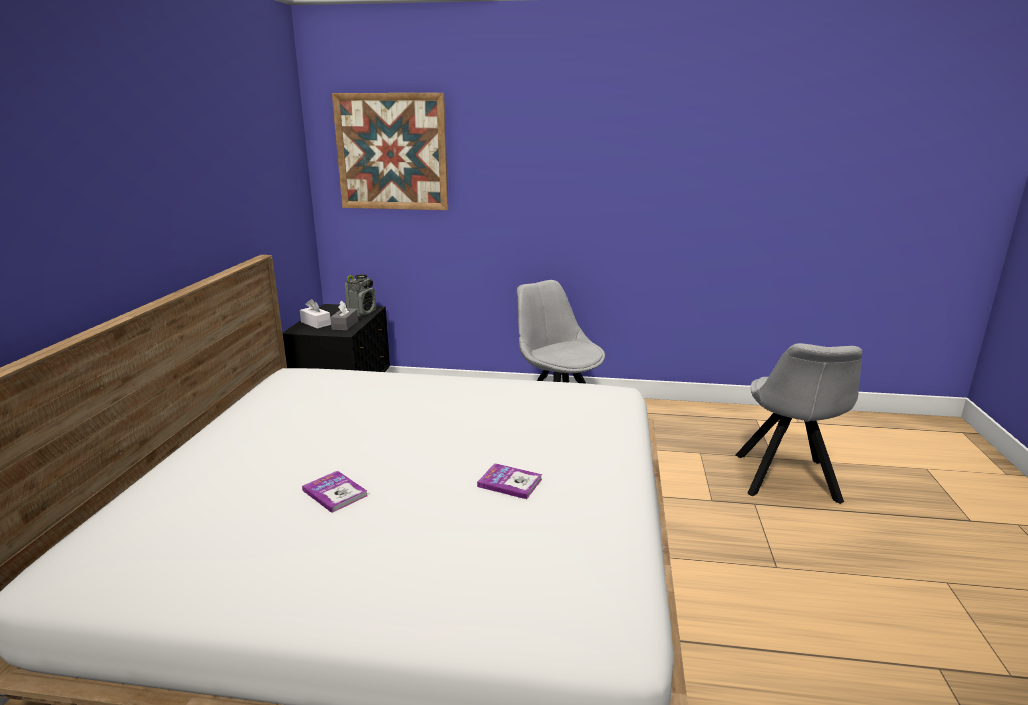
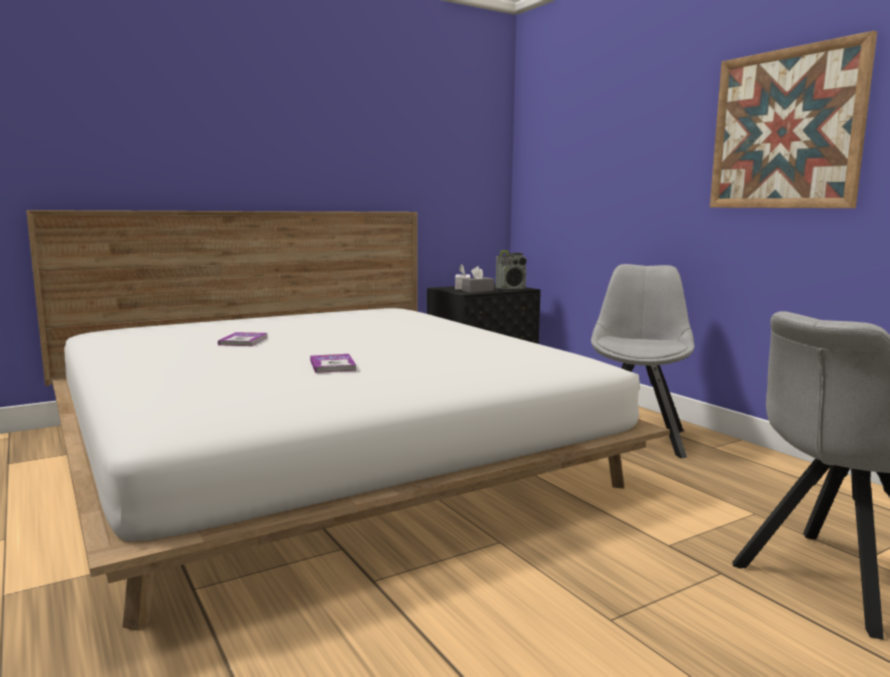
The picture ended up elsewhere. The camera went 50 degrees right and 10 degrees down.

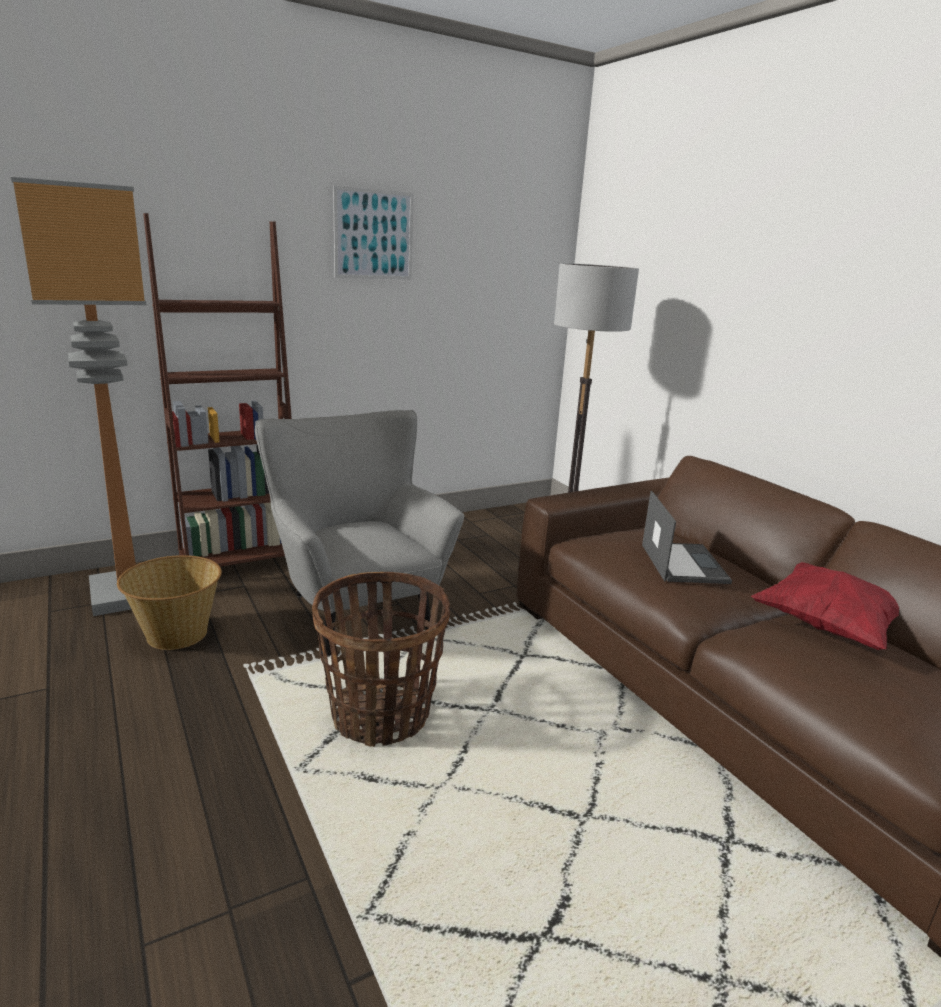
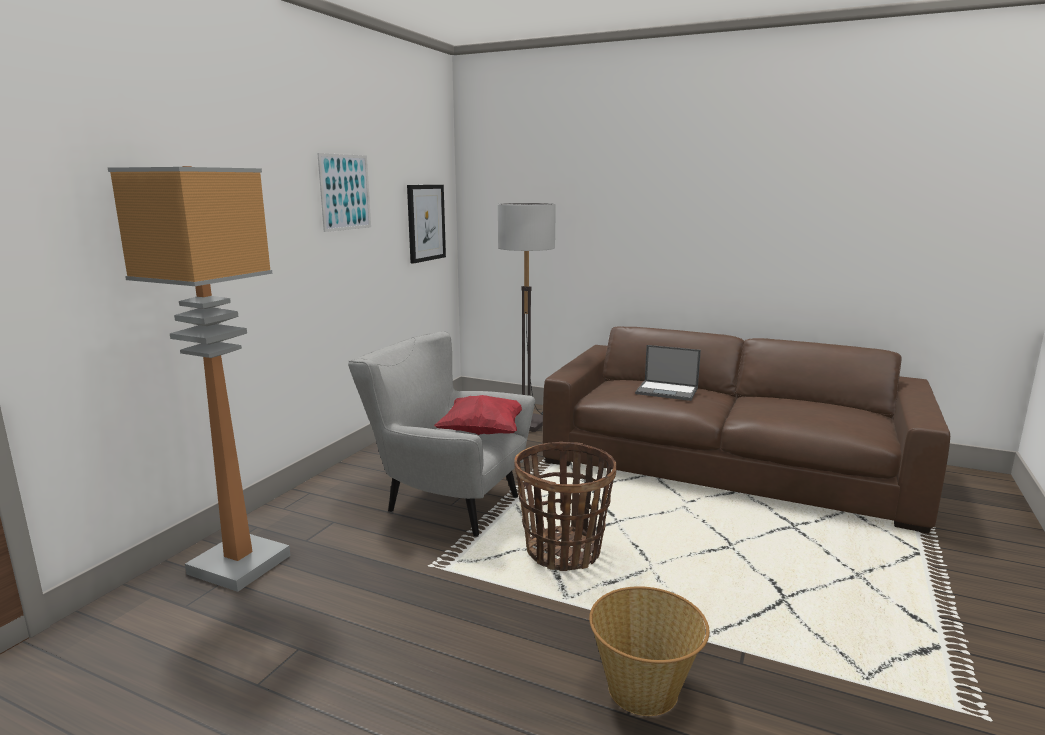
The second view lost the bookcase/brown-coloured. The second view gained the picture (2nd from left). The storage basket (1st from left in the first image) ended up elsewhere. The pillow/red ended up elsewhere. The notebook computer ended up facing another way, 150 degrees clockwise from before. The camera went 35 degrees left and 5 degrees down.

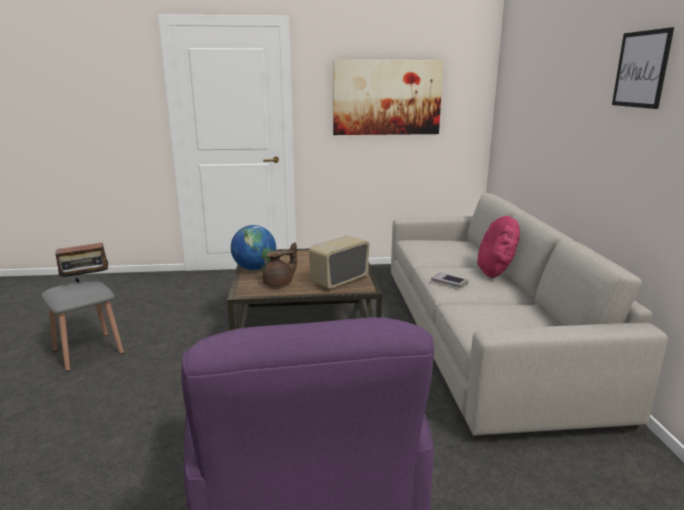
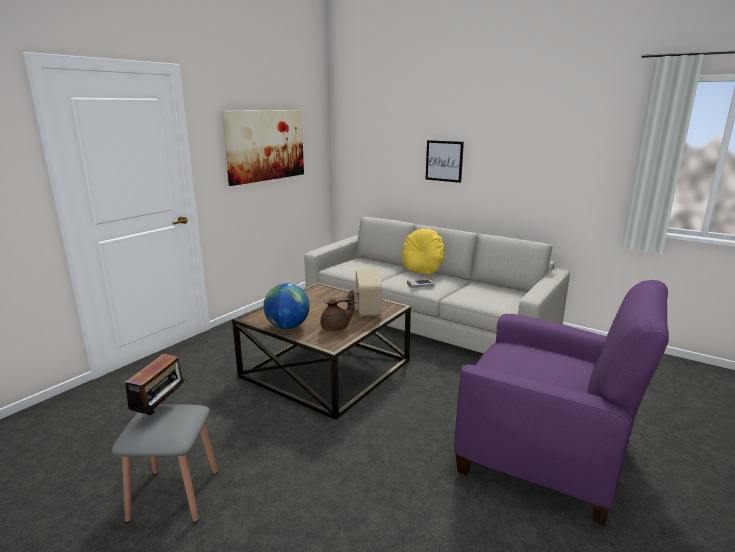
The picture (2nd from left) ended up elsewhere. What was the pillow/pink turned into the pillow/yellowish. The tea pot/brown-coloured ended up facing another way, 60 degrees clockwise from before. The camera went 50 degrees left and 0 degrees up.

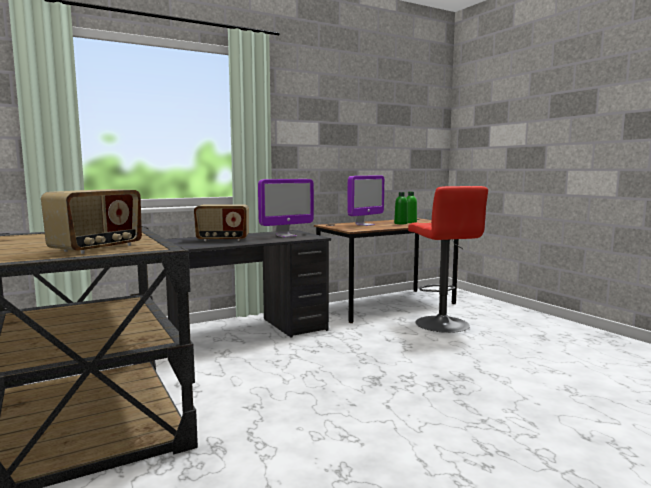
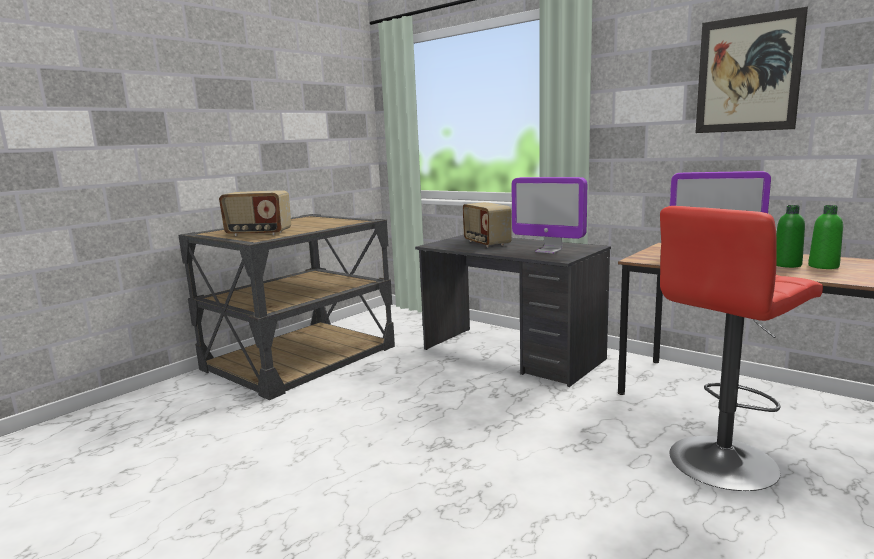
The second view gained the picture. The camera went 70 degrees right and 5 degrees up.

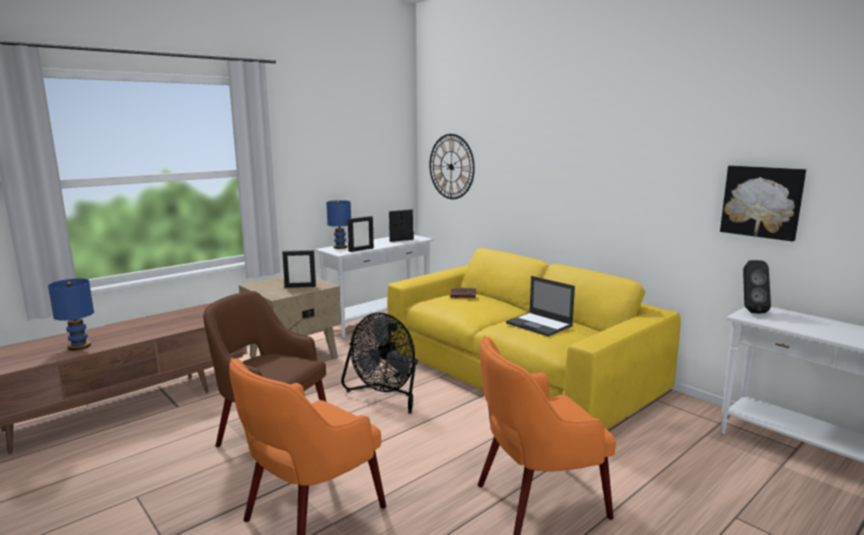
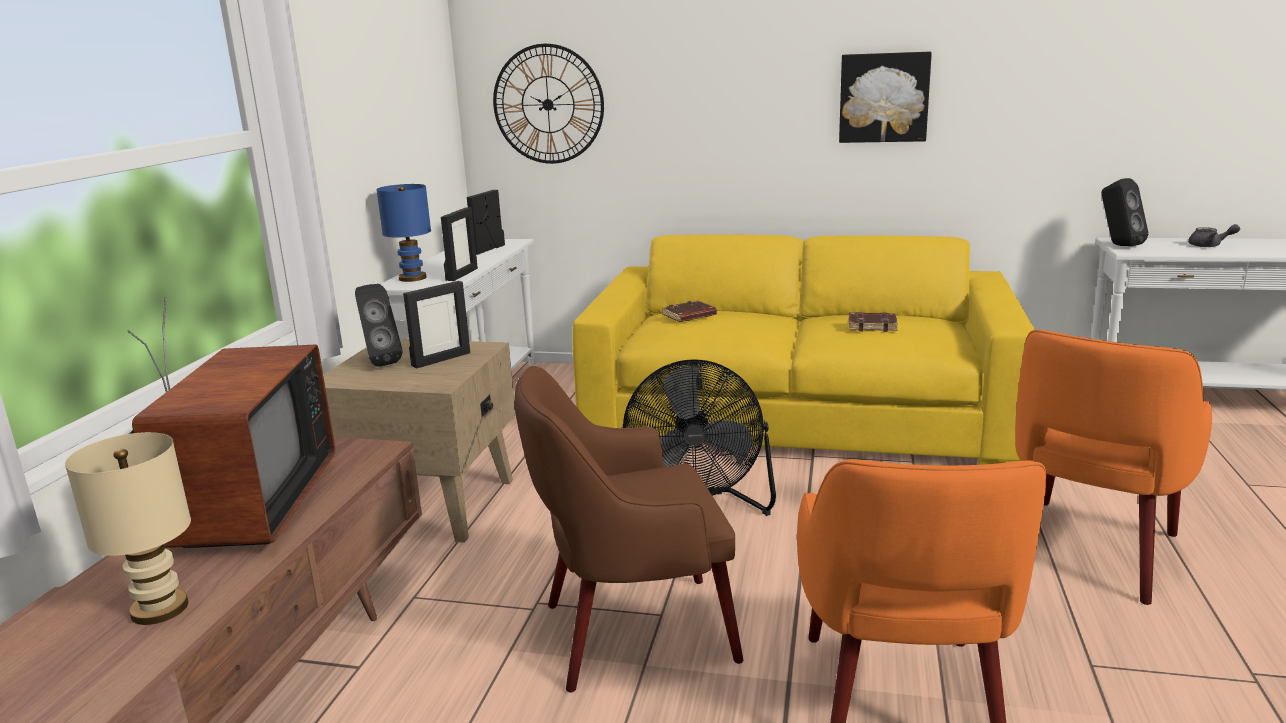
The second view gained the television. The second view gained the audio speaker/blackish (1st from left). The second view gained the tea pot/grey. The picture ended up elsewhere. Where the notebook computer stood, the bound book/brown-coloured (2nd from left) came to stand. What was the lamp for a table/blue-coloured (1st from left) turned into the lamp for a table/beige. The camera went 35 degrees left and 5 degrees up.

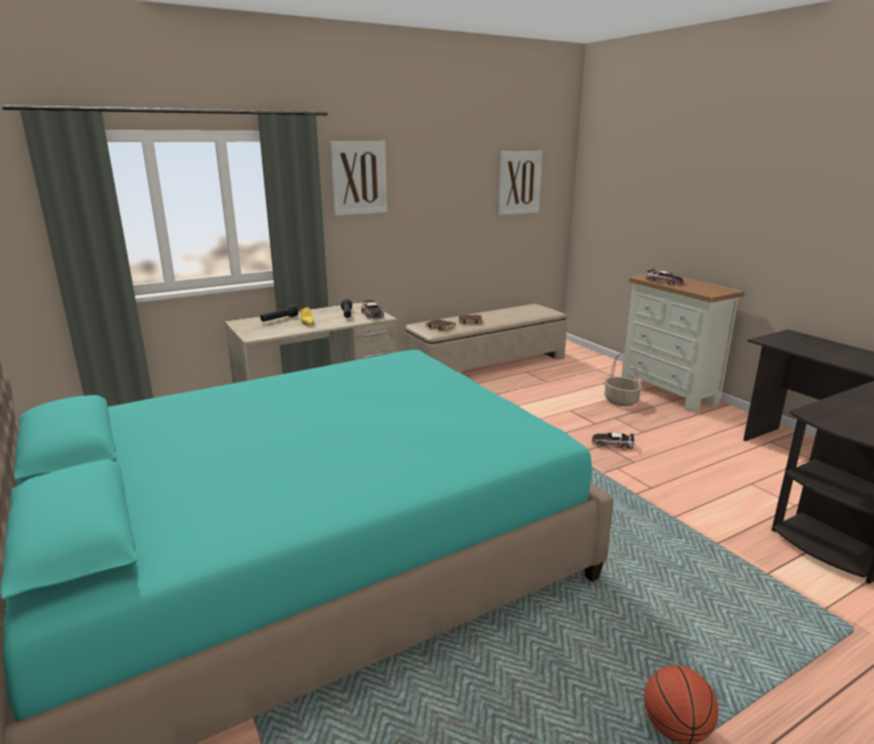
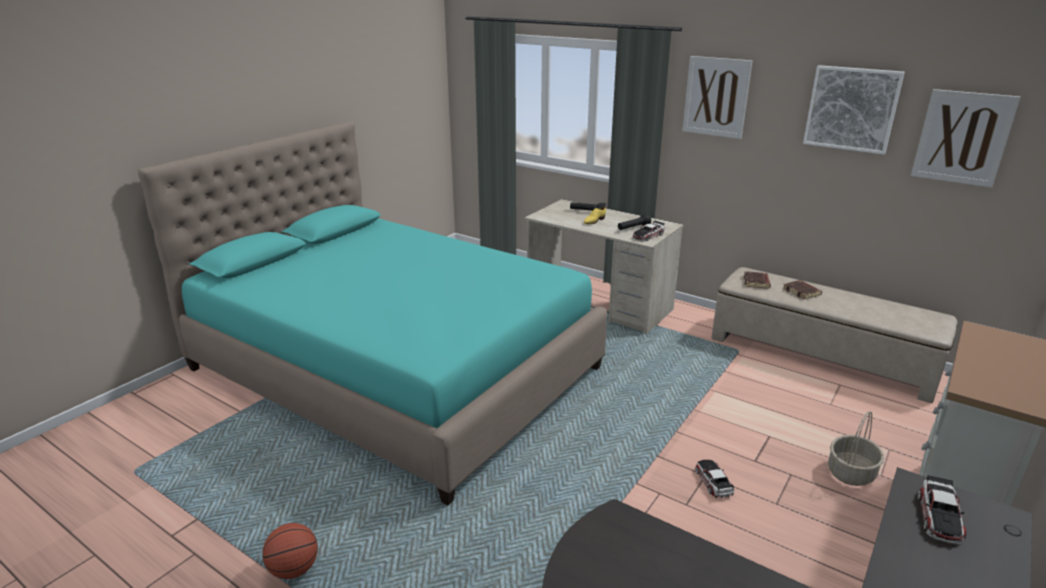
The second view gained the picture (2nd from left). The model car (3rd from left) ended up elsewhere. The camera went 65 degrees right and 5 degrees up.

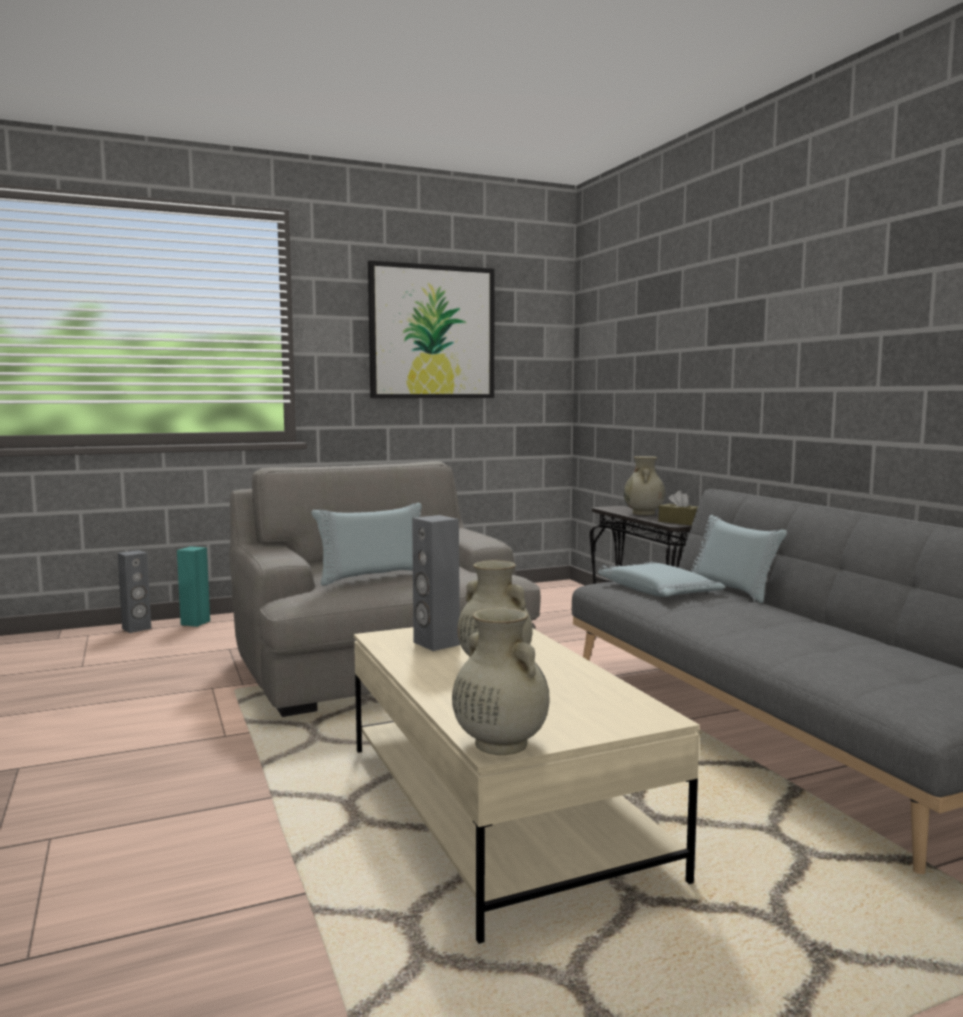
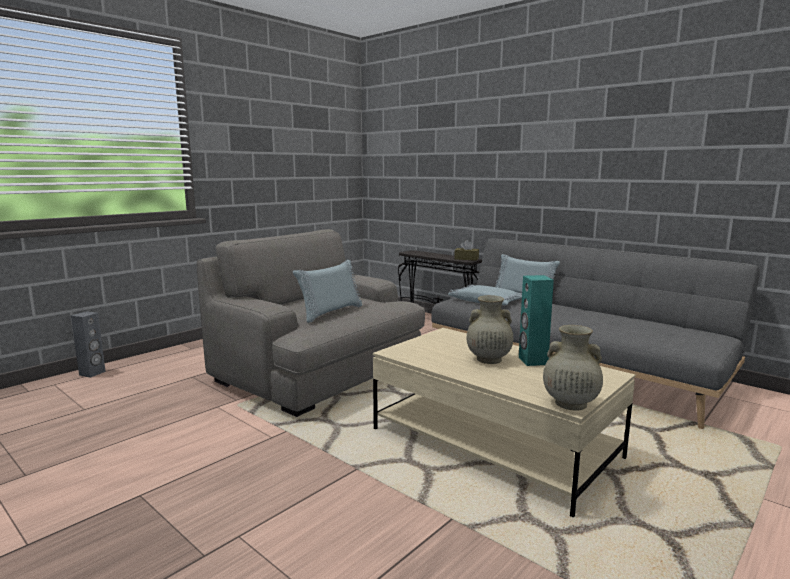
The second view lost the picture. The second view lost the audio speaker/grey (2nd from left). The second view lost the decorative vase/beige (3rd from left). The audio speaker/turquoise ended up elsewhere. The camera went 25 degrees left and 5 degrees up.

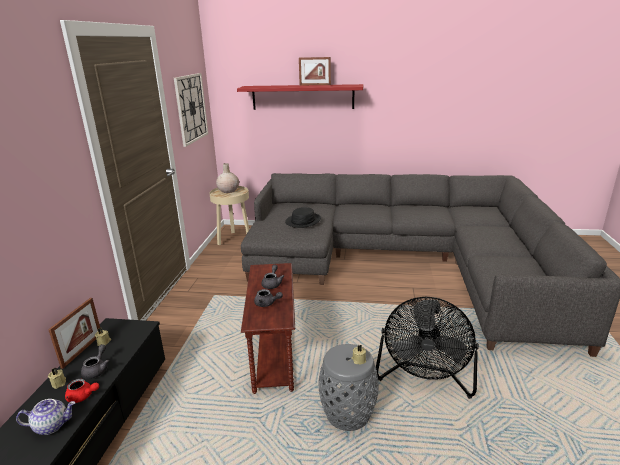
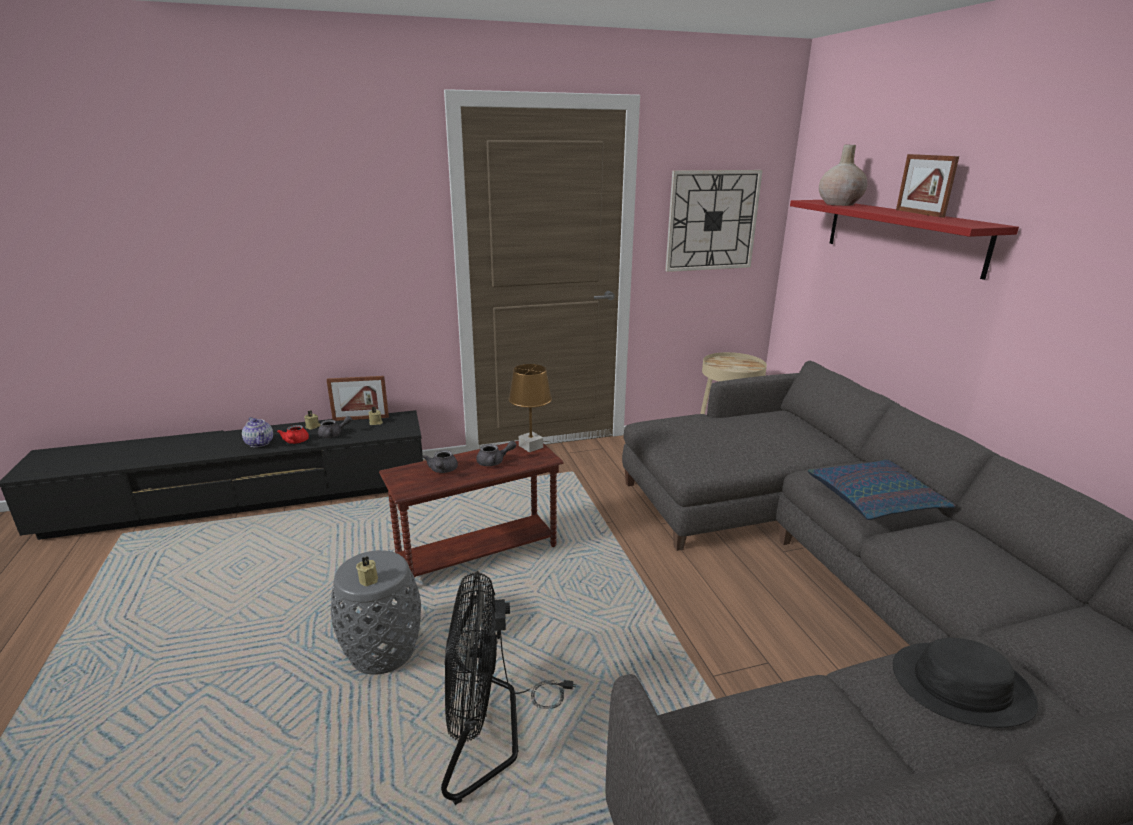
The second view gained the lamp for a table/brown-coloured. The second view gained the pillow/blue-coloured. The decorative vase/beige ended up elsewhere. The hat/blackish ended up elsewhere. The camera went 65 degrees right and 0 degrees up.

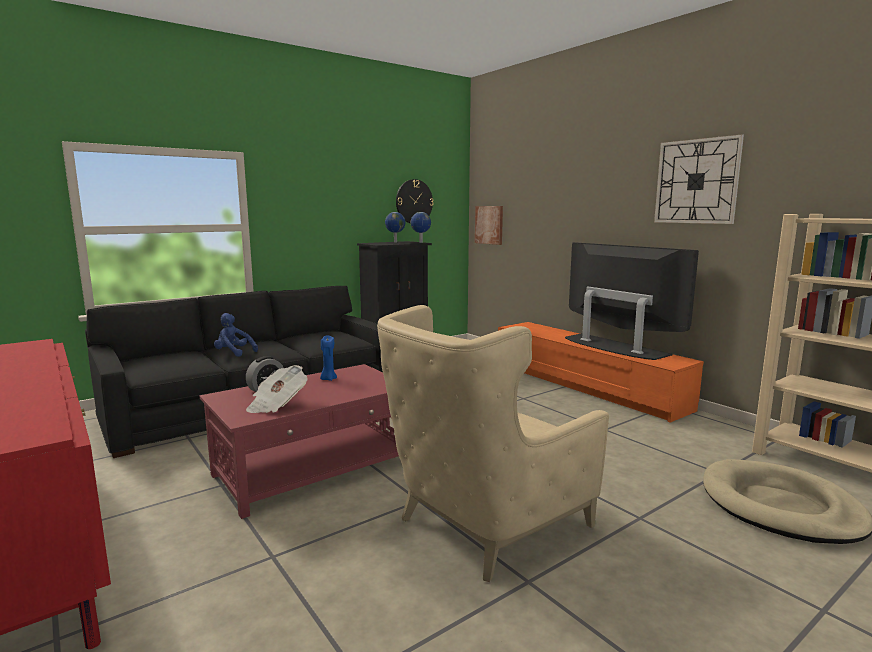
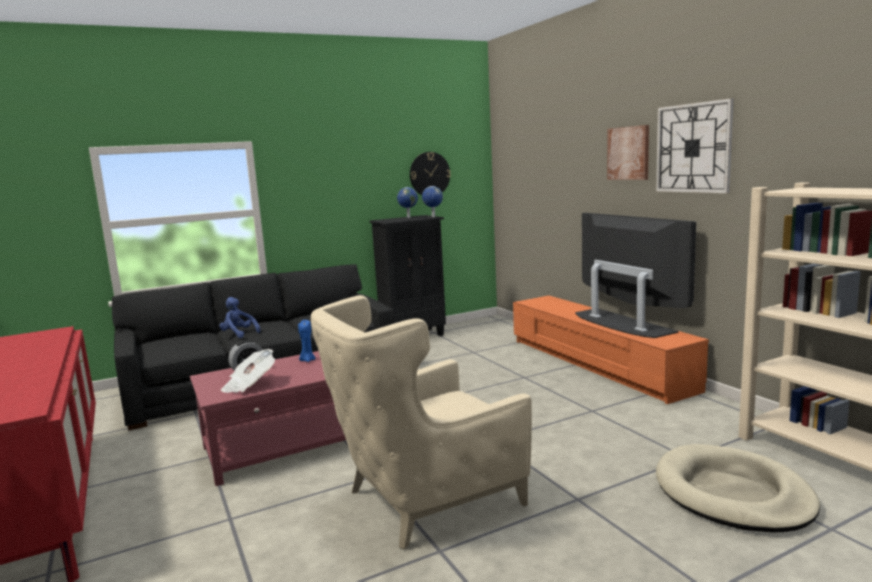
The picture ended up elsewhere. The camera went 10 degrees right and 0 degrees up.

